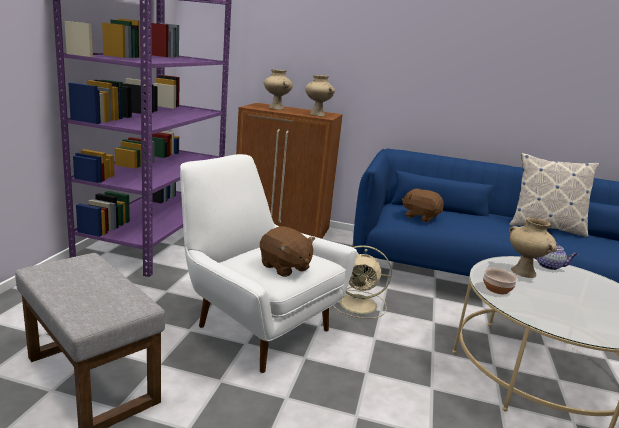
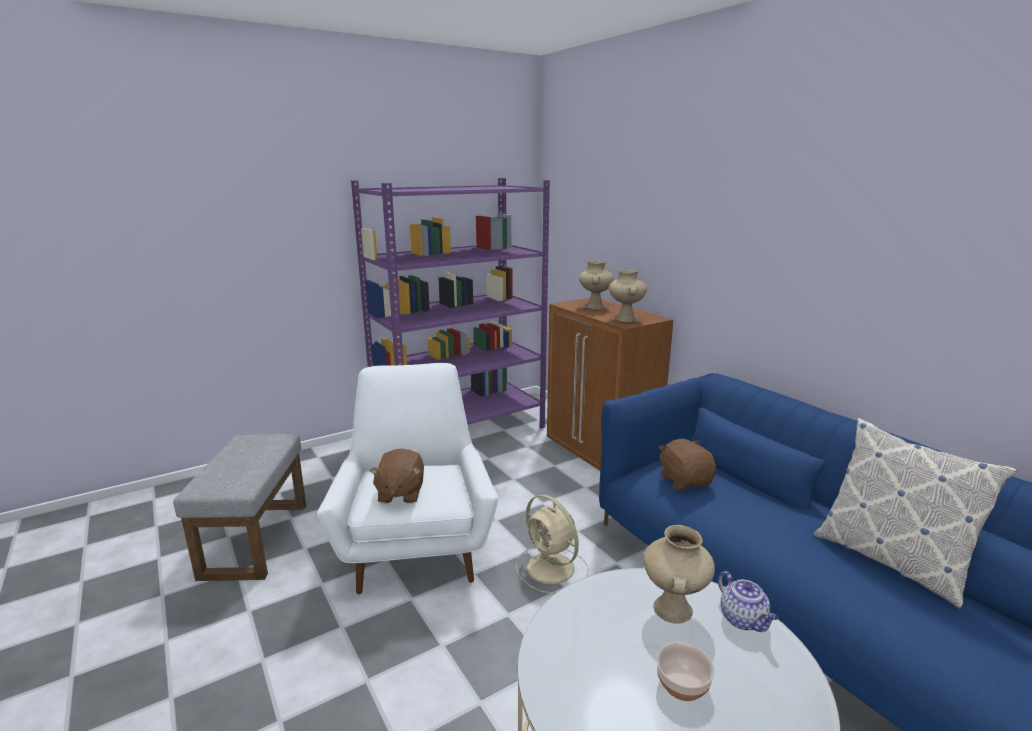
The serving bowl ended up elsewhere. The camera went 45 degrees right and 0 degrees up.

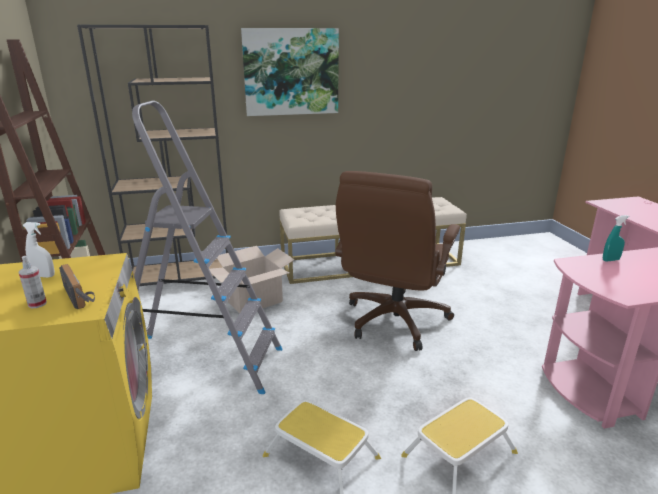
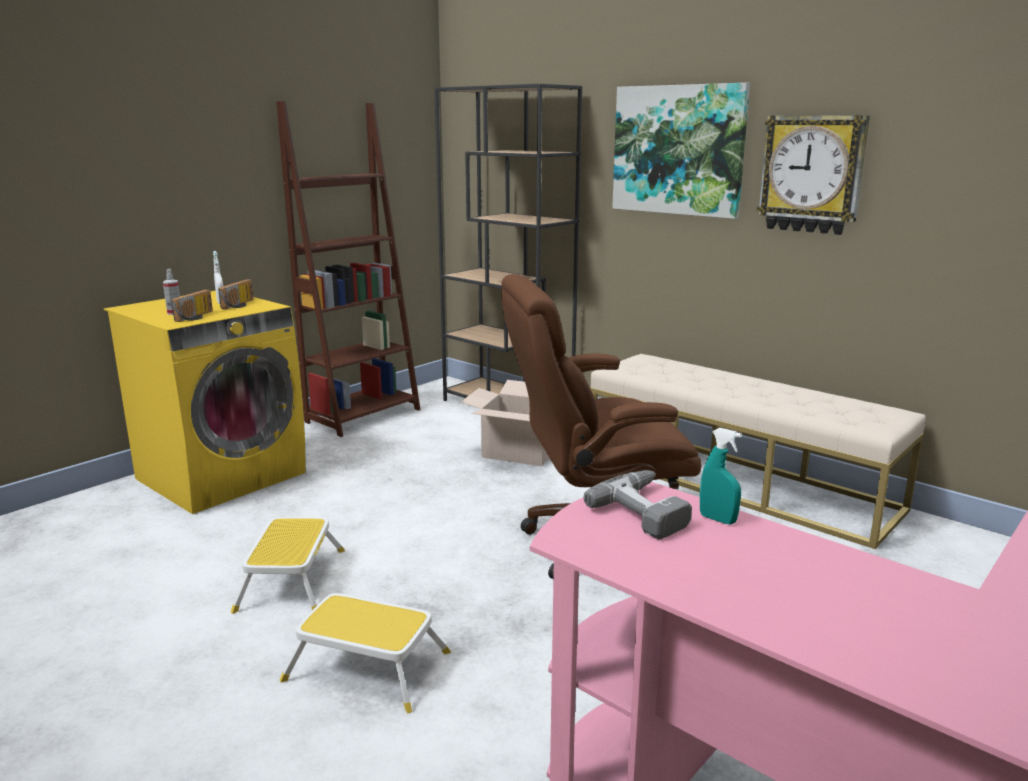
The second view lost the step stool/grey. The second view gained the radio receiver (2nd from left). The second view gained the drill. The second view gained the clock on the wall. The camera went 55 degrees right and 5 degrees down.

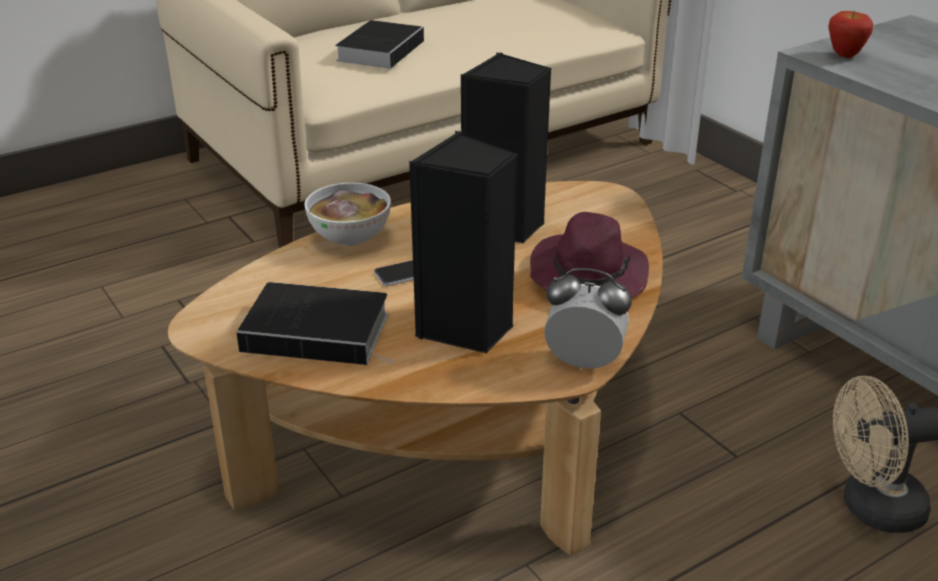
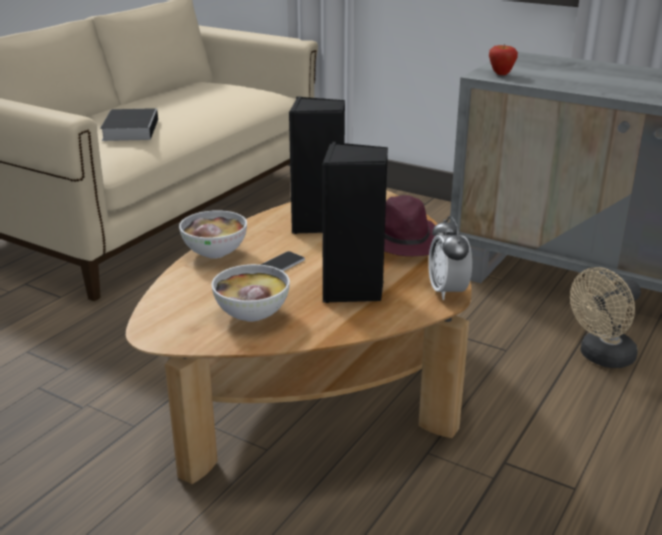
Where the bound book (1st from left) stood, the serving bowl (2nd from left) came to stand. The alarm clock ended up facing another way, 90 degrees counterclockwise from before. The camera went 25 degrees left and 5 degrees down.

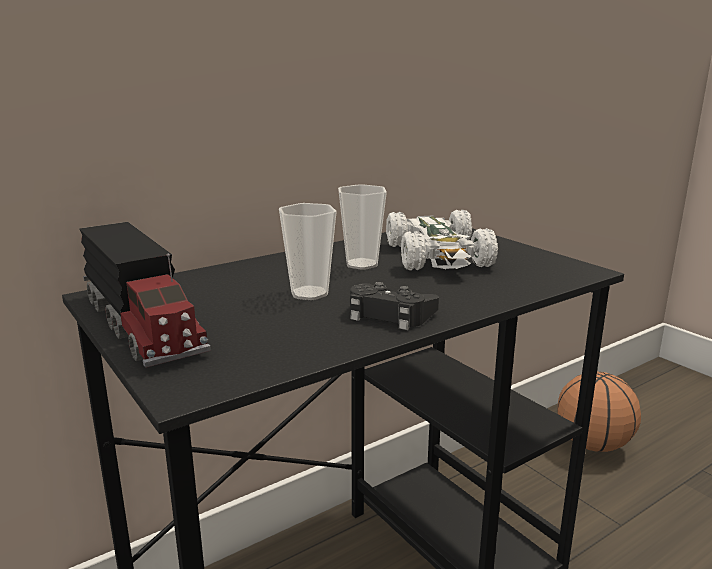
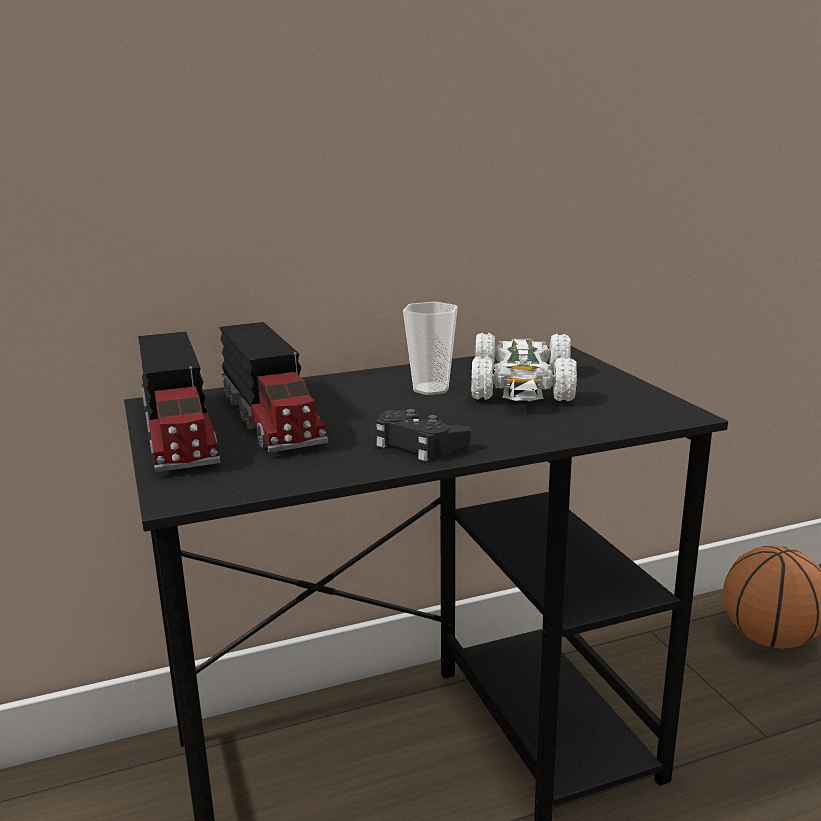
The second view lost the drinking cup (1st from left). The second view gained the toy lorry (2nd from left). The camera went 15 degrees right and 0 degrees up.

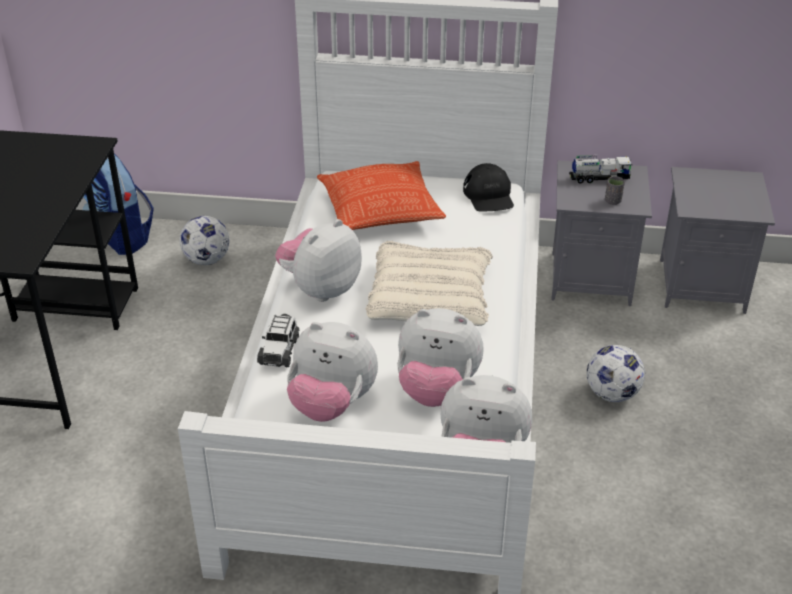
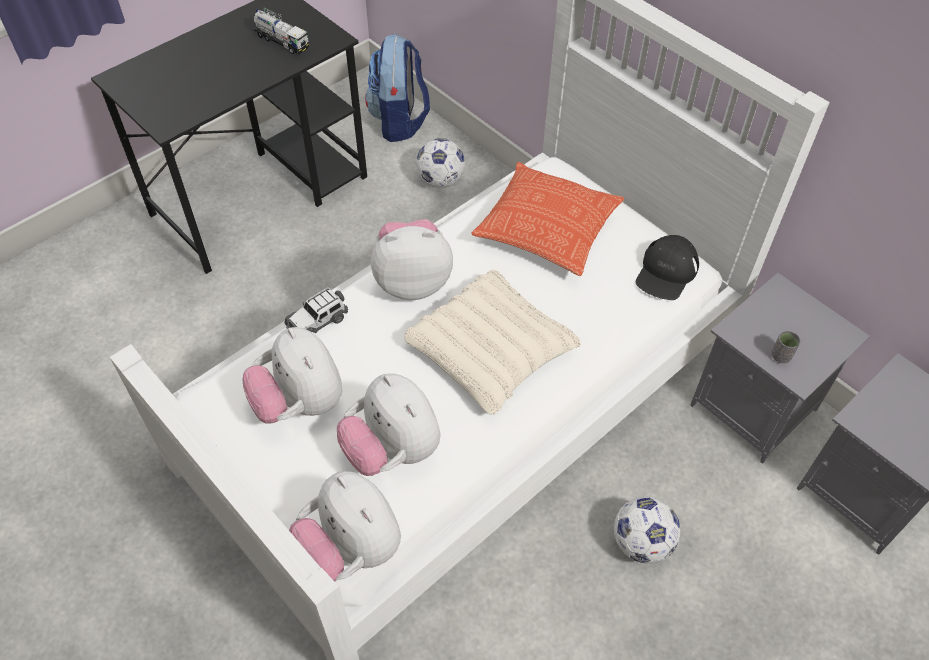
The toy lorry ended up elsewhere. The camera went 40 degrees right and 15 degrees up.

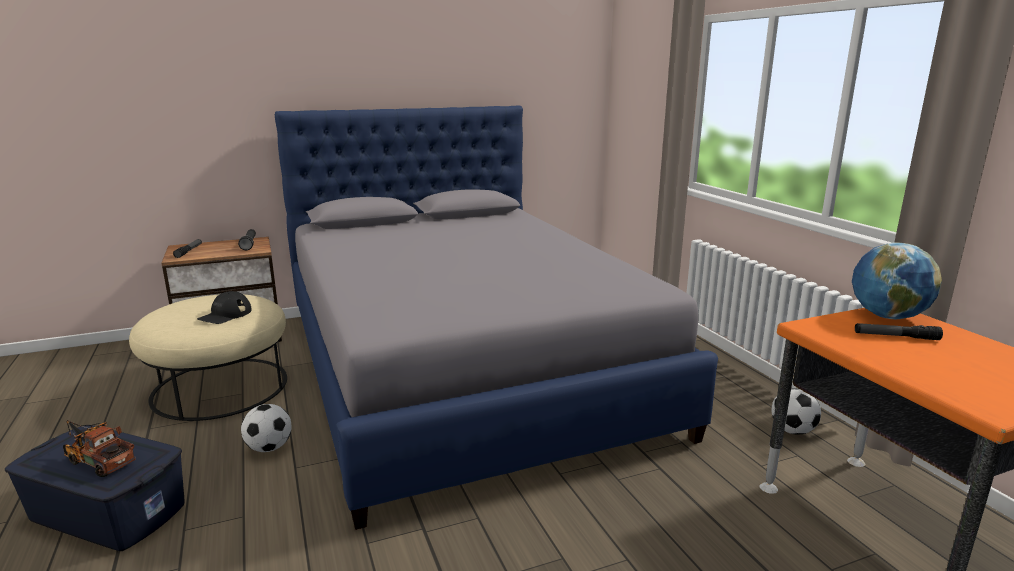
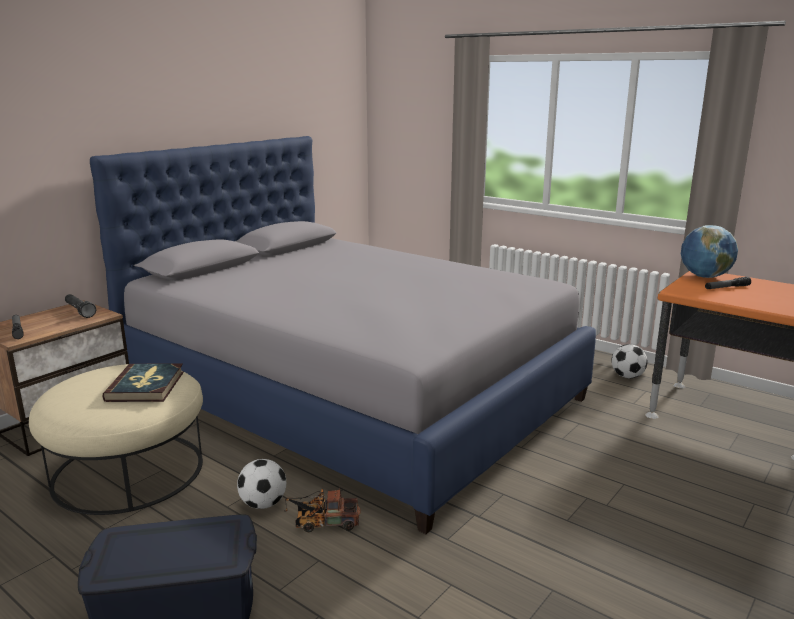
The toy lorry ended up elsewhere. Where the peaked cap/blackish stood, the bound book came to stand. The camera went 30 degrees left and 0 degrees up.

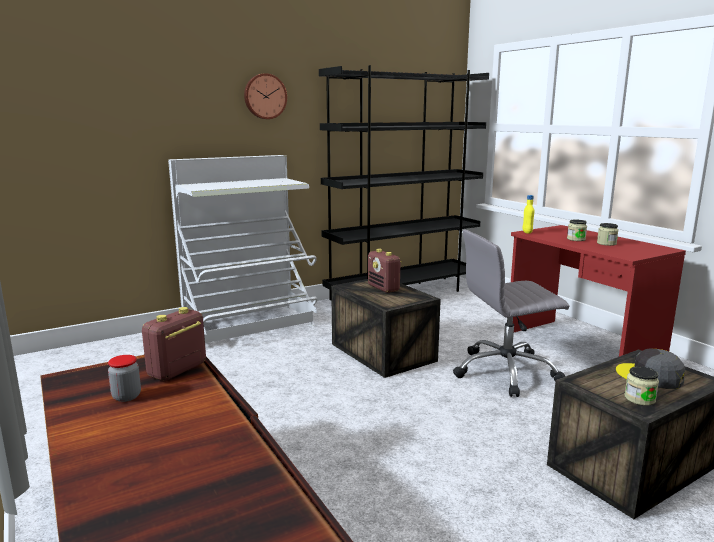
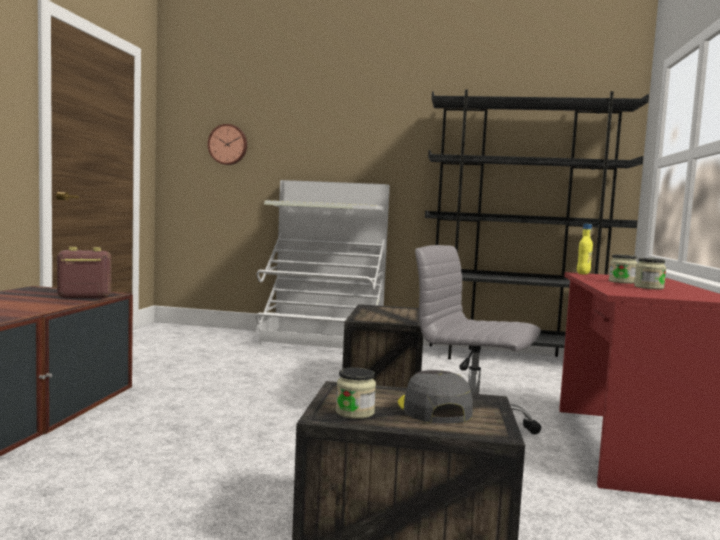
The second view lost the jar (1st from left). The second view lost the radio receiver (2nd from left). The clock on the wall ended up elsewhere. The camera went 40 degrees right and 10 degrees down.

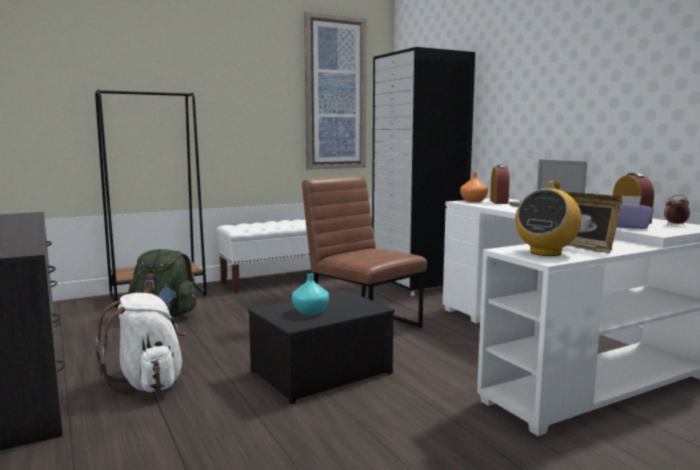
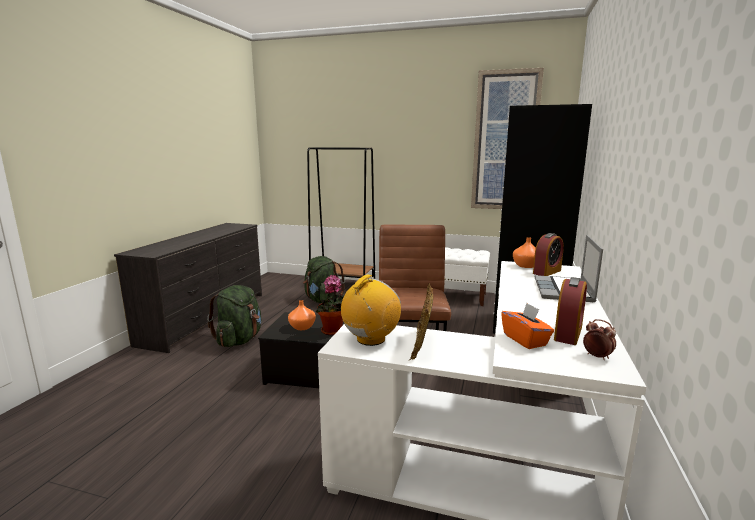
The second view gained the potted plant. What was the knapsack/whitish turned into the knapsack/green (1st from left). What was the decorative vase/turquoise turned into the decorative vase/orangey (1st from left). What was the tissue holder/purple turned into the tissue holder/orangey. The radio receiver ended up facing another way, 135 degrees clockwise from before. The camera went 45 degrees right and 5 degrees up.

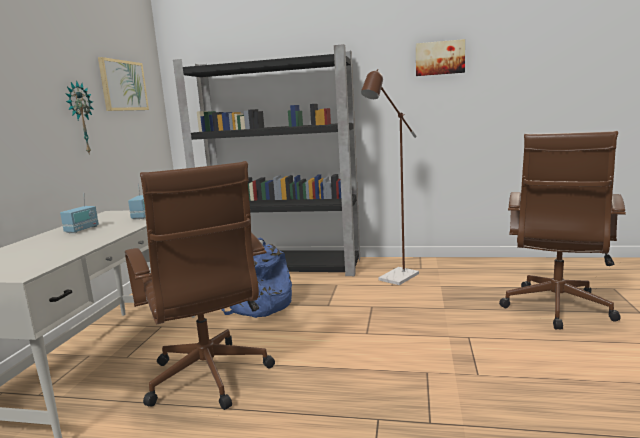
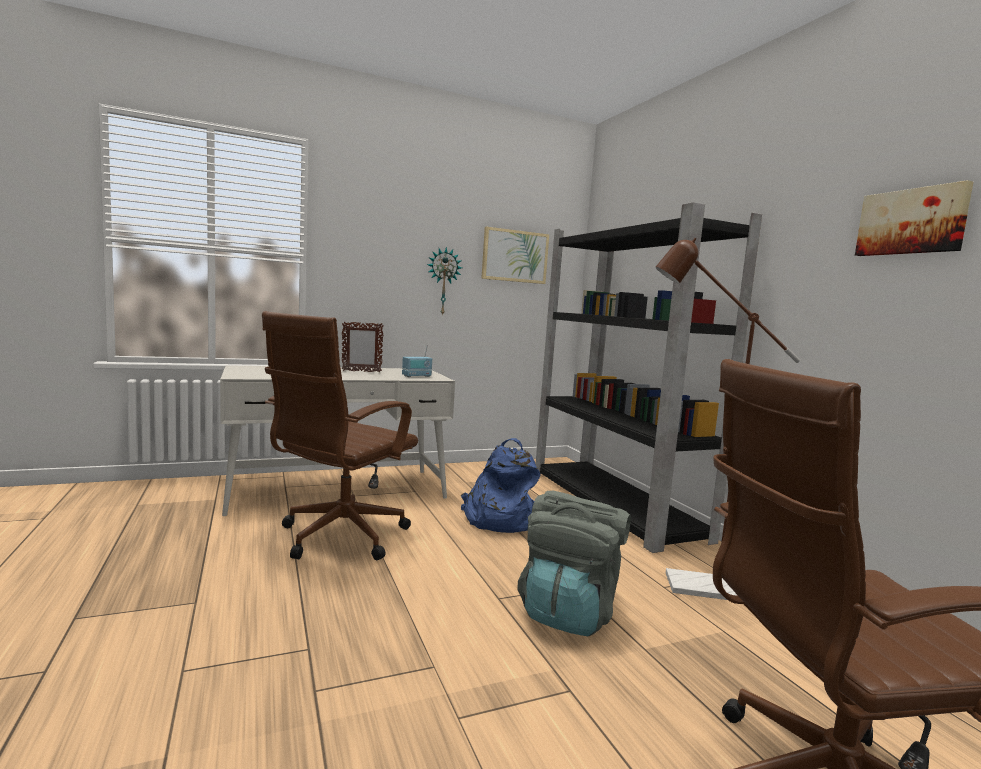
The second view gained the knapsack/grey. Where the radio receiver (1st from left) stood, the picture frame came to stand. The camera went 55 degrees right and 5 degrees down.

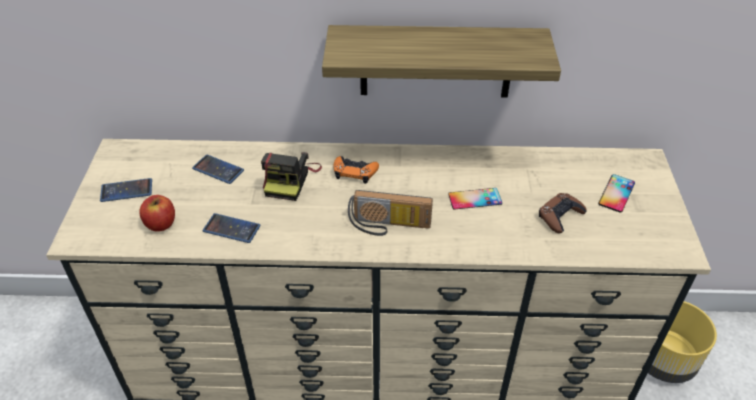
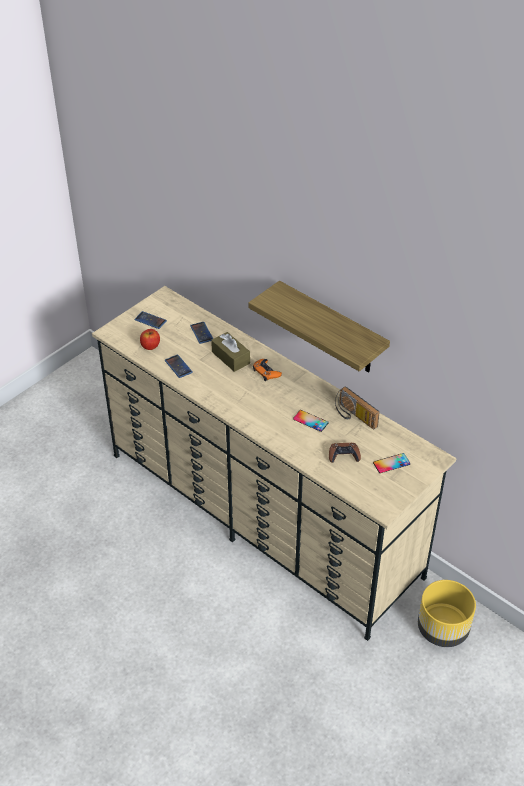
The radio receiver ended up elsewhere. Where the still camera stood, the tissue holder/brown-coloured came to stand. The camera went 40 degrees right and 0 degrees up.

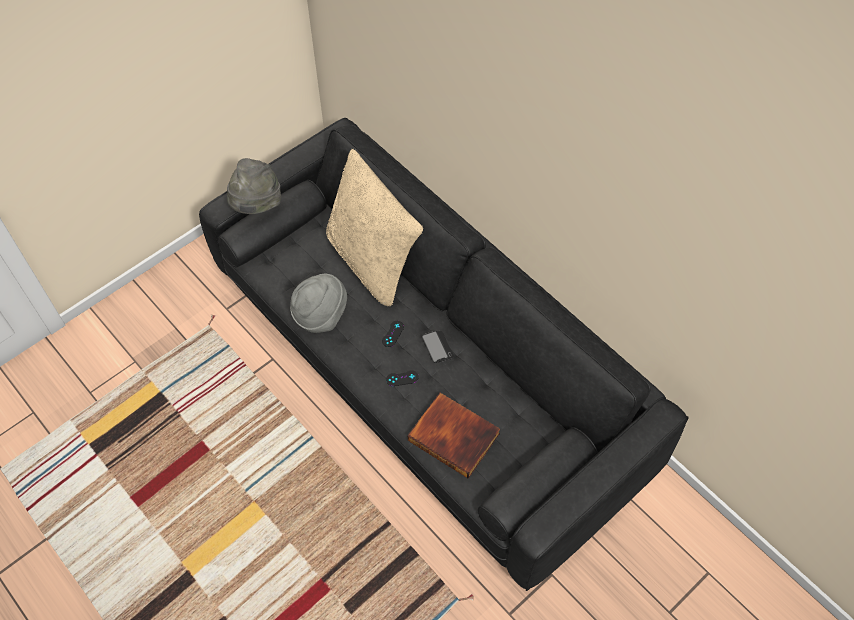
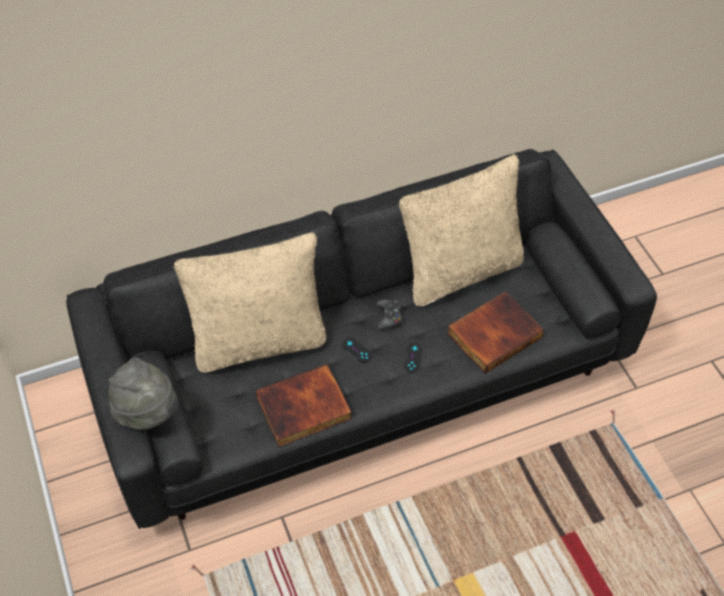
The second view gained the pillow/beige (2nd from left). Where the hat/grey (2nd from left) stood, the bound book (1st from left) came to stand. Where the handset stood, the gamepad/blackish (2nd from left) came to stand. The camera went 70 degrees left and 5 degrees down.

